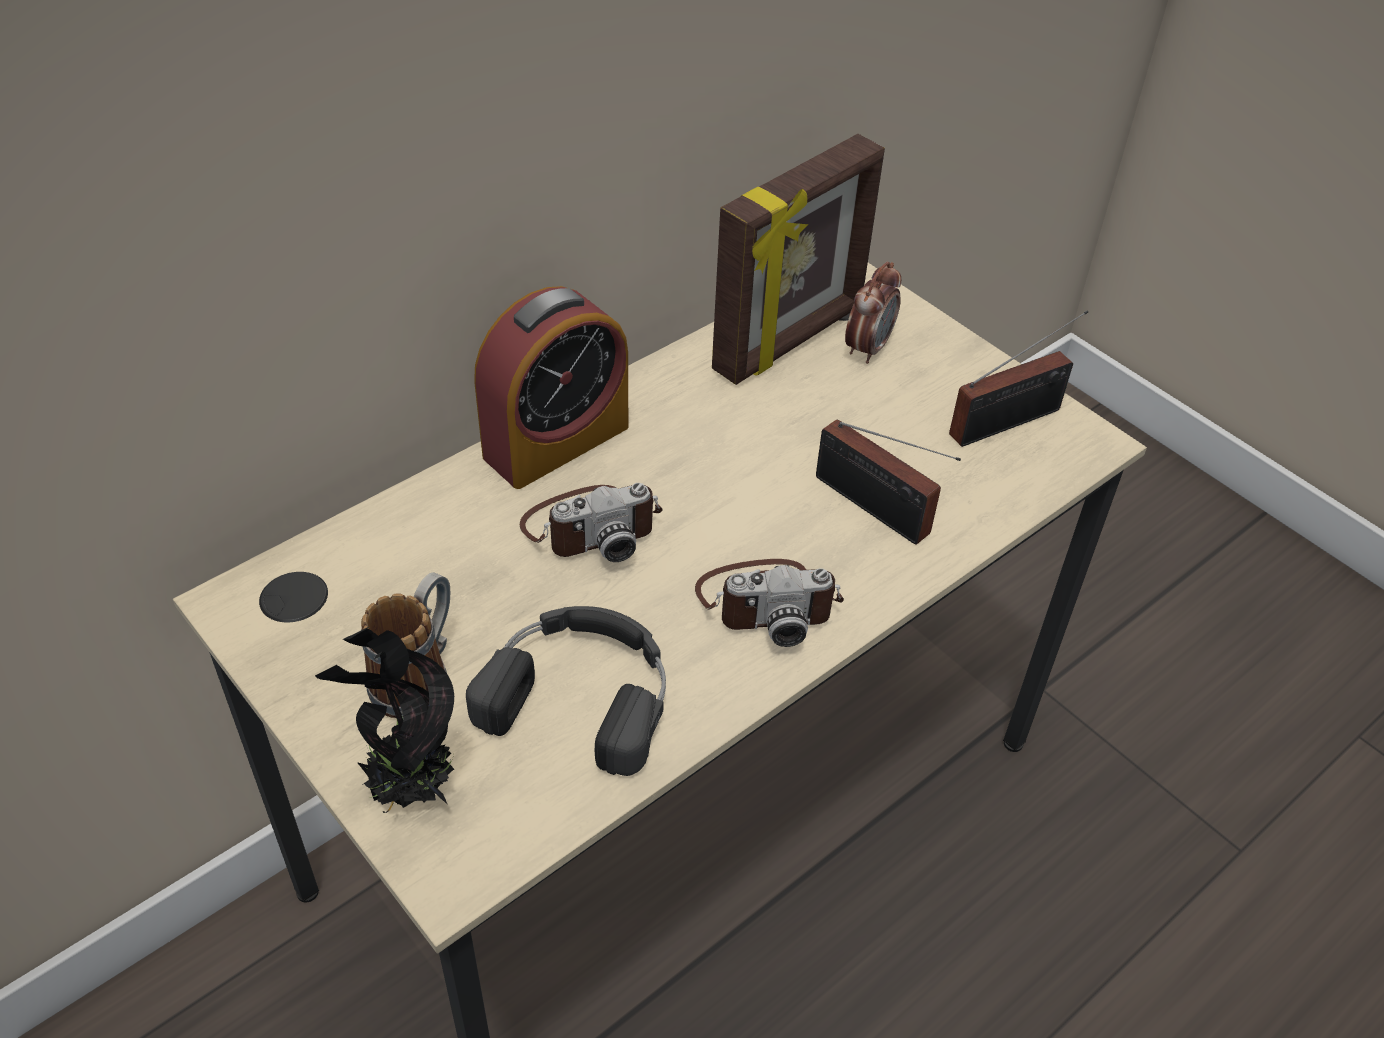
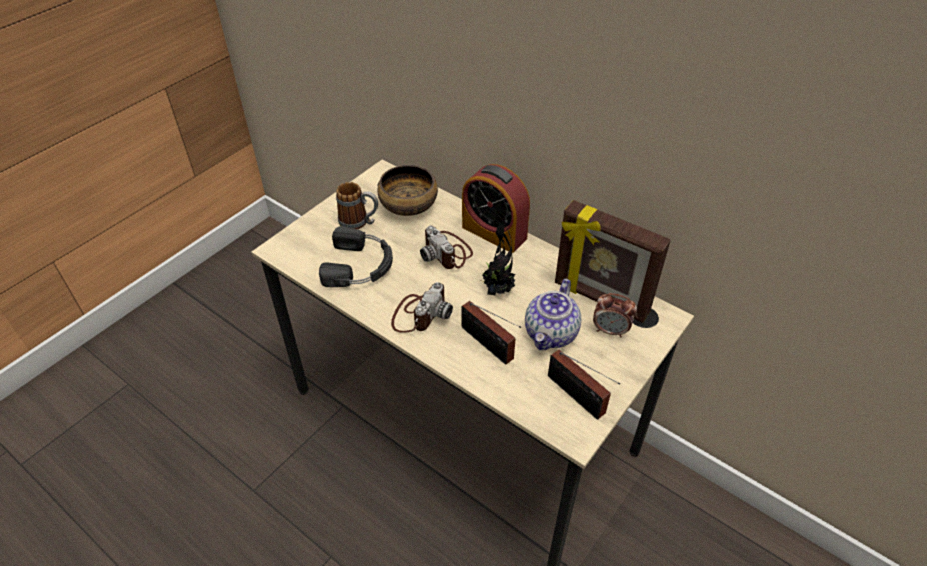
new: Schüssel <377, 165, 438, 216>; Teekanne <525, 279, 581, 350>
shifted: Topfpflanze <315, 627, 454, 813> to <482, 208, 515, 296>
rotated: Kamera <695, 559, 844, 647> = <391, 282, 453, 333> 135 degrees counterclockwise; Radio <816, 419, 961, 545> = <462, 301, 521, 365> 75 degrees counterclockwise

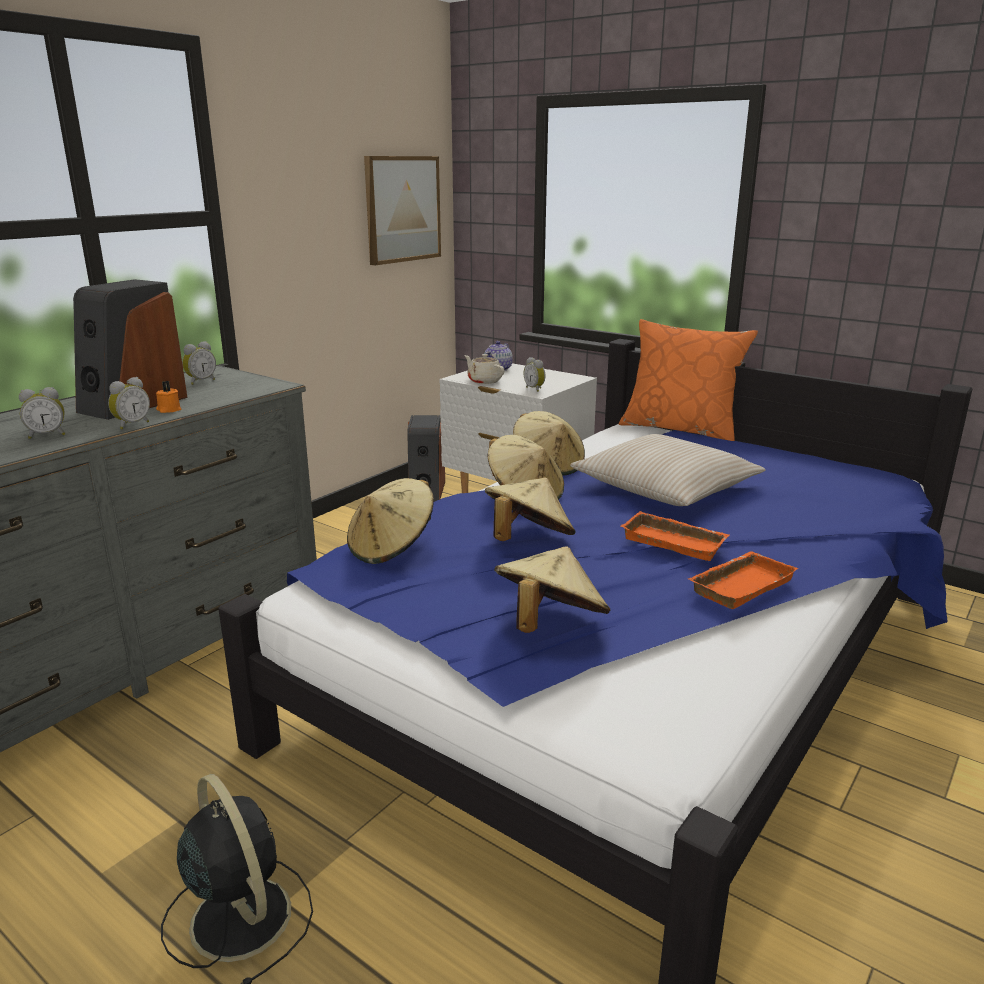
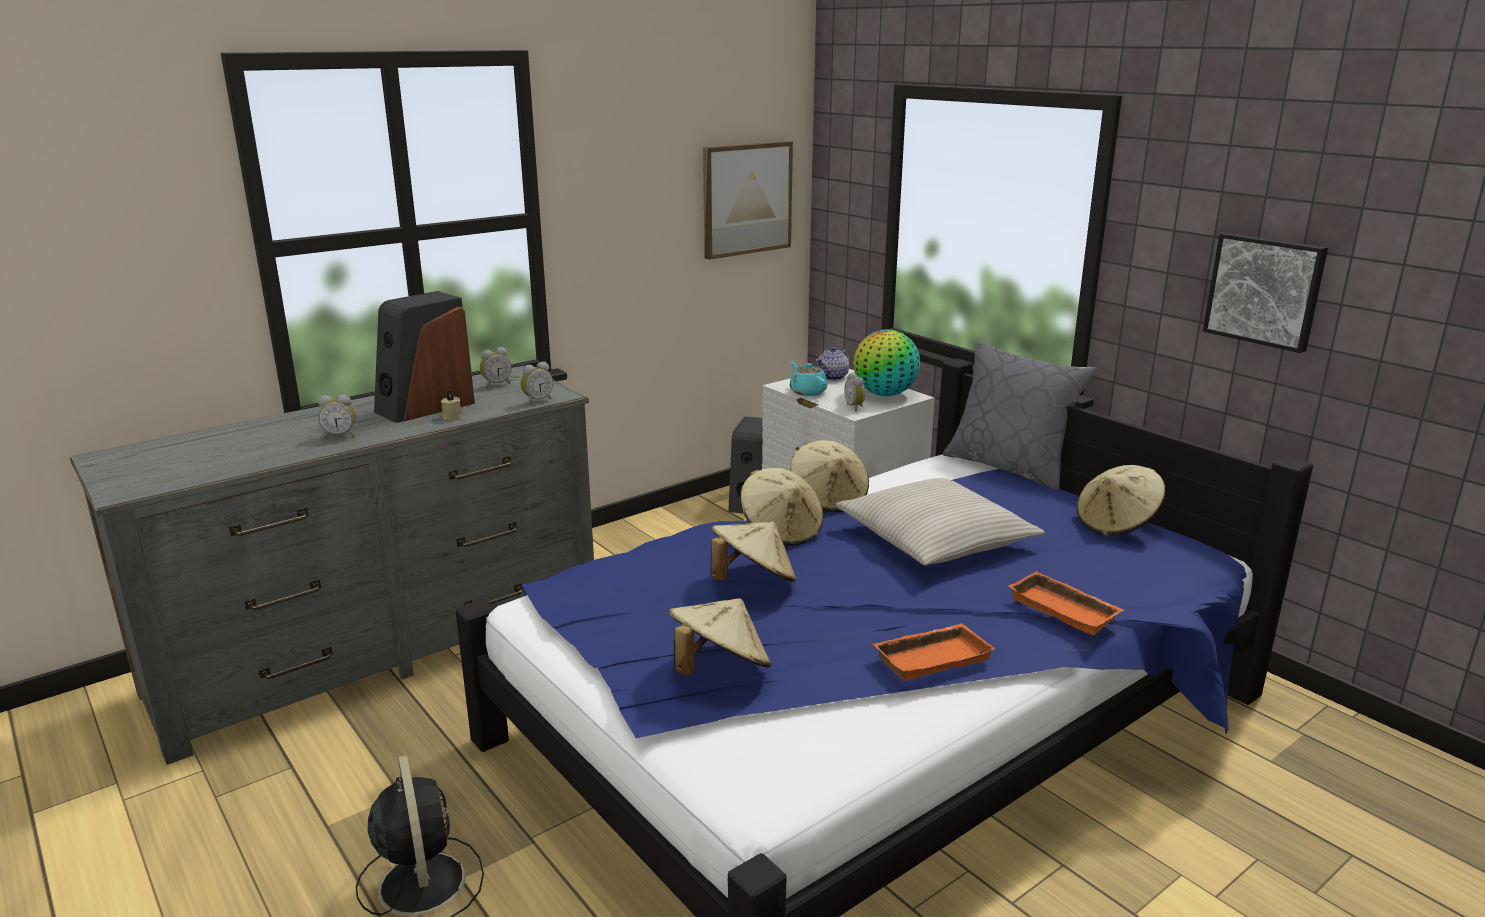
new: Globus <853, 329, 920, 396>; Bild <1203, 233, 1328, 353>
shifted: Wecker <108, 377, 150, 429> to <521, 361, 553, 405>; Tablett (orange) <620, 511, 730, 561> to <1009, 571, 1124, 635>; Hut (beige) <347, 478, 434, 564> to <1077, 465, 1165, 537>
repainted: Kerze (orange) <156, 381, 182, 413> to Kerze (beige) <441, 391, 462, 420>; Teekanne (beige) <464, 354, 505, 384> to Teekanne (türkis) <790, 362, 827, 396>; Kissen (orange) <619, 319, 758, 441> to Kissen (grau) <943, 341, 1097, 490>

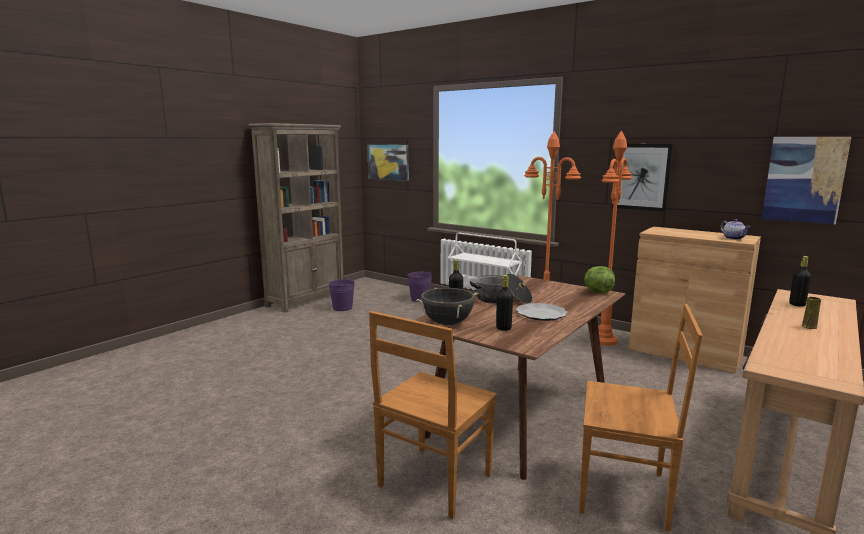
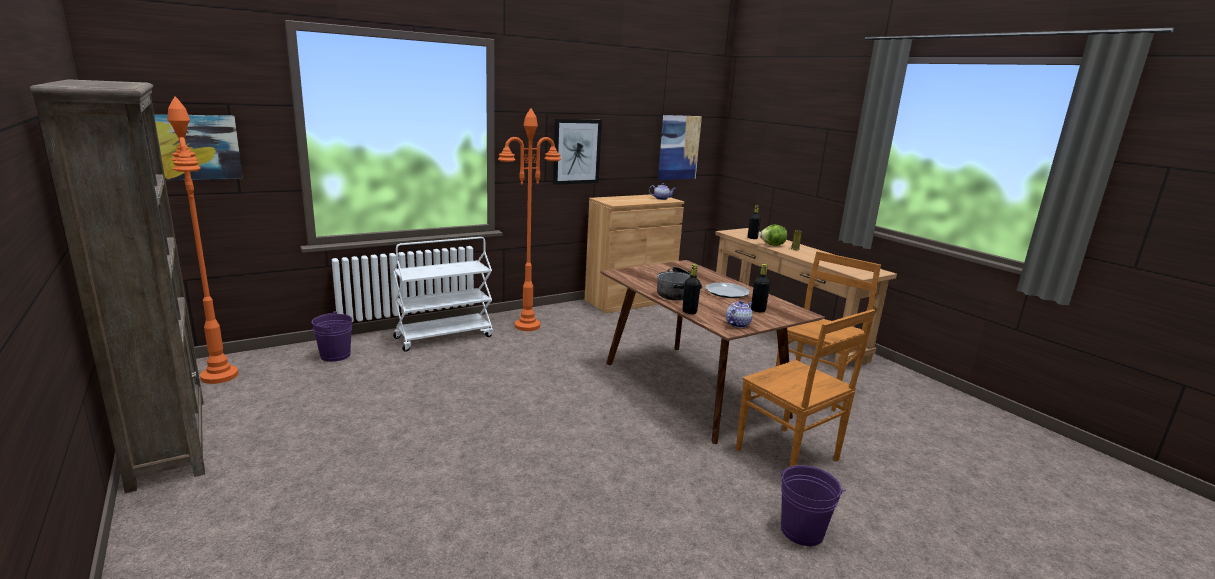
shifted: Stehlampe (orange) <599, 131, 633, 346> to <167, 96, 238, 384>; Salatkopf <584, 266, 615, 293> to <759, 225, 787, 246>; Eimer (lila) <329, 277, 355, 311> to <780, 465, 846, 546>
swapped: Kochtopf (schwarz) <416, 288, 478, 325> to Teekanne <726, 300, 753, 328>

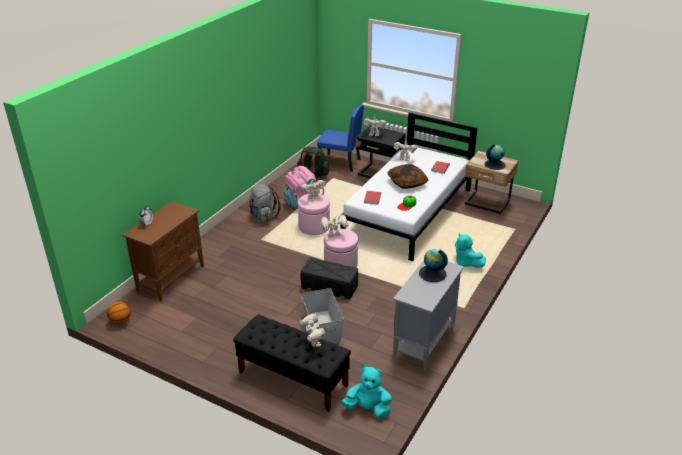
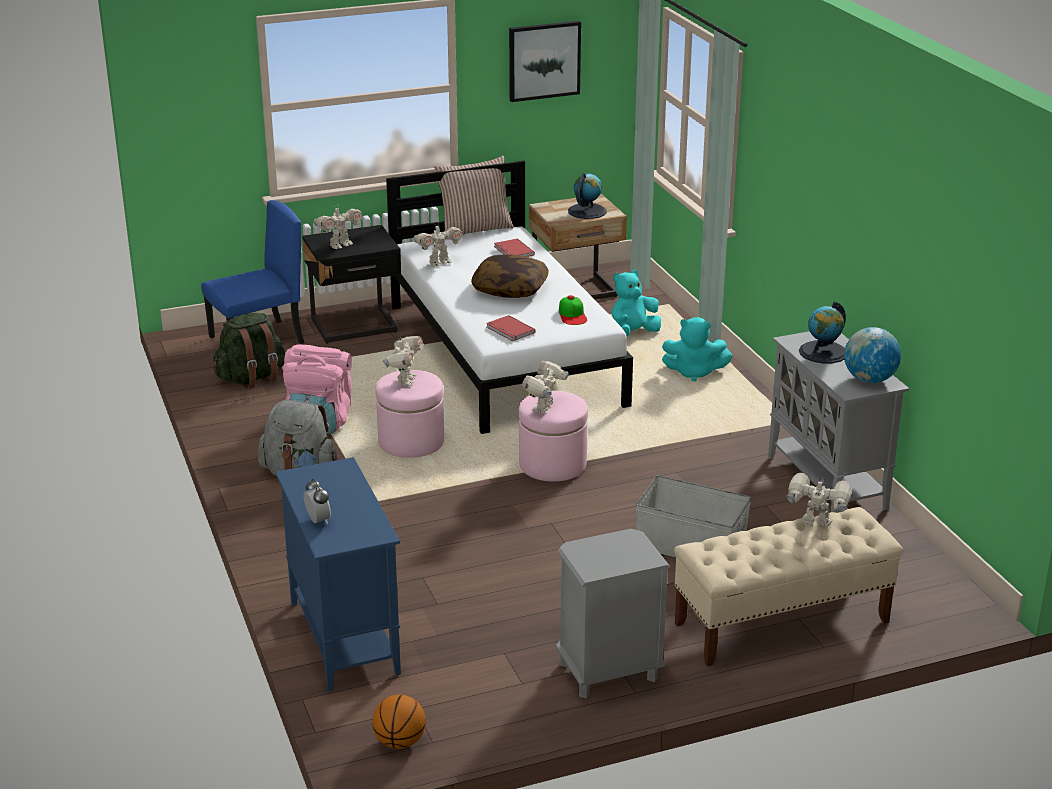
gone: Aufbewahrungsbox (schwarz) <301, 258, 358, 299>
new: Kissen <434, 156, 514, 235>; Bild <509, 21, 581, 102>; Nachttisch (grau) <556, 529, 671, 699>; Globus <844, 327, 901, 383>
shifted: Plüschtier (türkis) <341, 365, 392, 419> to <611, 270, 661, 336>
repainted: Schrank (braun) <122, 201, 204, 301> to Schrank (blau) <276, 457, 401, 691>; Bank (schwarz) <233, 314, 351, 412> to Bank (beige) <674, 507, 903, 667>

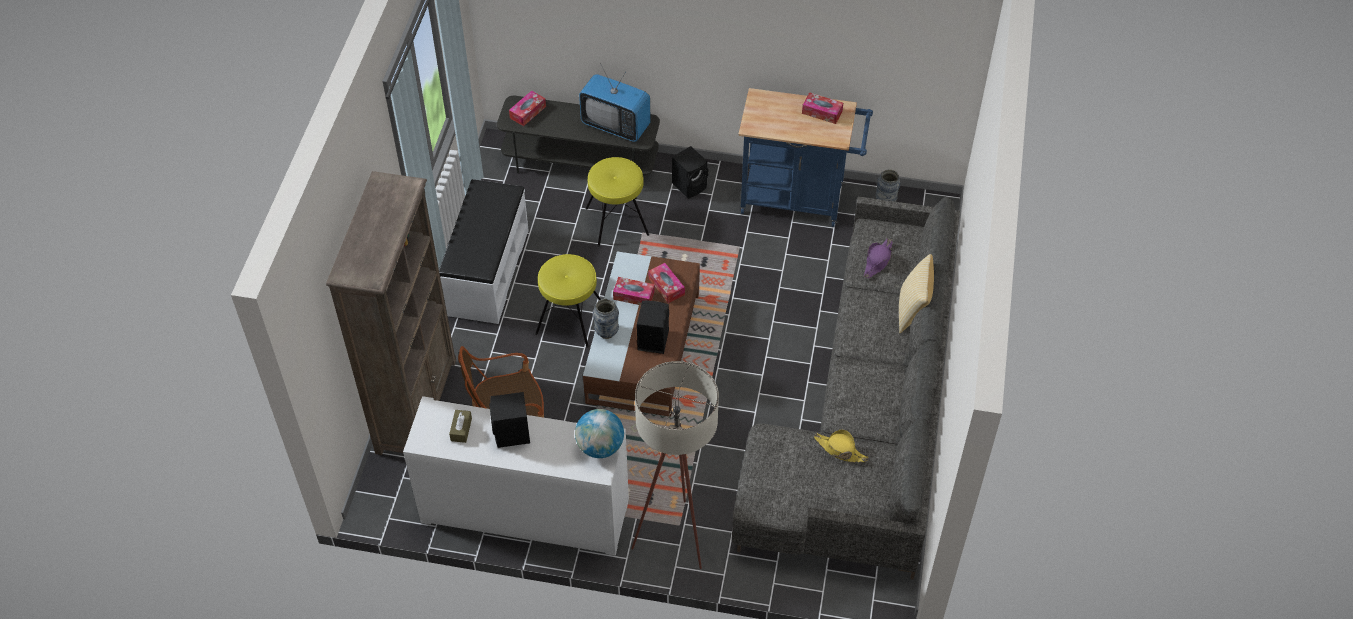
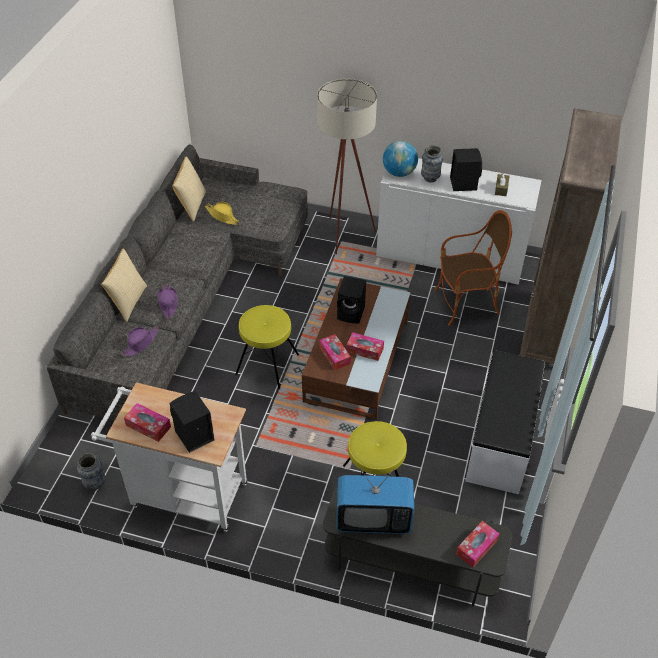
new: Hut (lila) <157, 283, 178, 320>; Kissen <172, 157, 206, 222>
shifted: Lautsprecher (schwarz) <672, 146, 709, 199> to <170, 391, 214, 453>; Hocker (gelb) <535, 254, 601, 348> to <235, 305, 299, 389>; Vase <593, 298, 619, 339> to <421, 145, 443, 183>
repainted: Rollwagen (blau) <738, 88, 873, 227> to Rollwagen (weiß) <91, 383, 247, 532>
rotated: Fernseher <579, 63, 651, 142> = <336, 468, 414, 534> 150 degrees clockwise

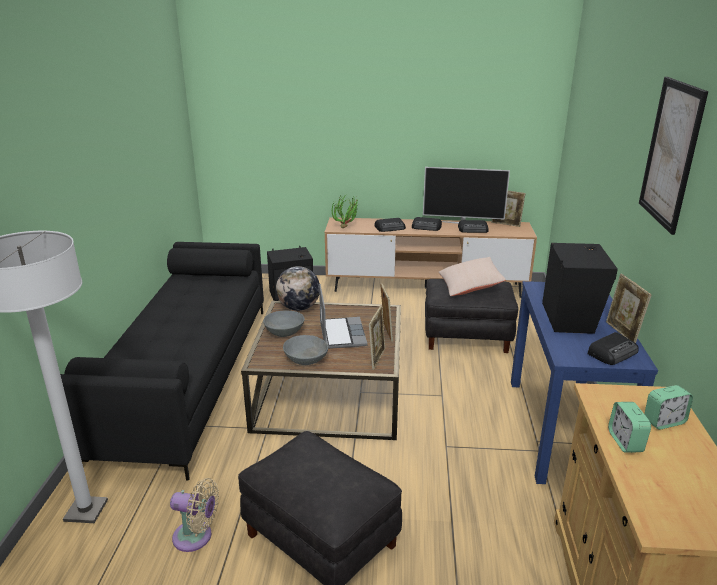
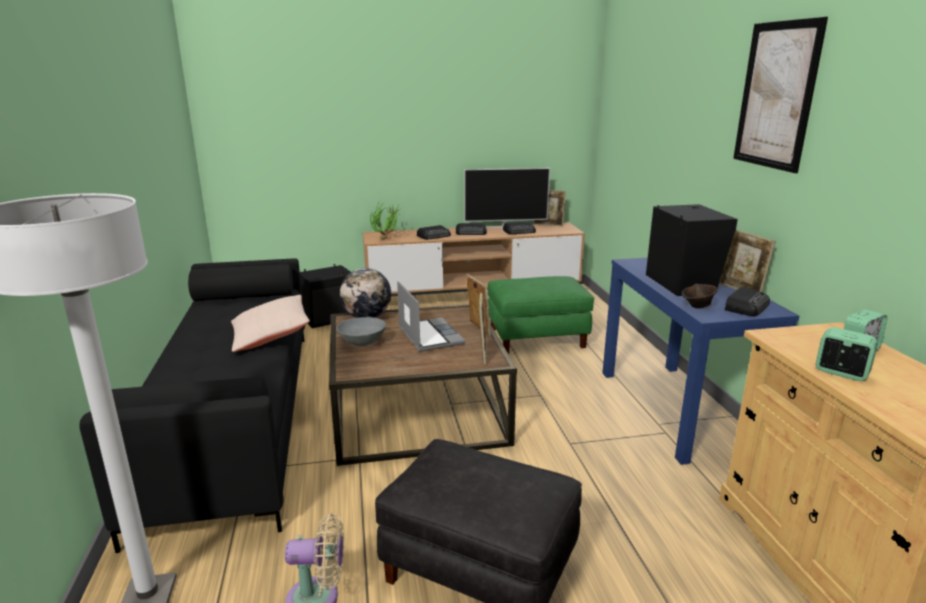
gone: Schüssel (grau) <283, 335, 328, 365>
new: Schüssel (braun) <682, 284, 717, 308>
shifted: Kissen (beige) <439, 257, 506, 296> to <231, 295, 310, 352>
repainted: Polsterhocker (schwarz) <425, 279, 518, 353> to Polsterhocker (grün) <488, 276, 594, 354>
rotated: Wecker <608, 402, 651, 453> = <816, 327, 878, 381> 150 degrees clockwise

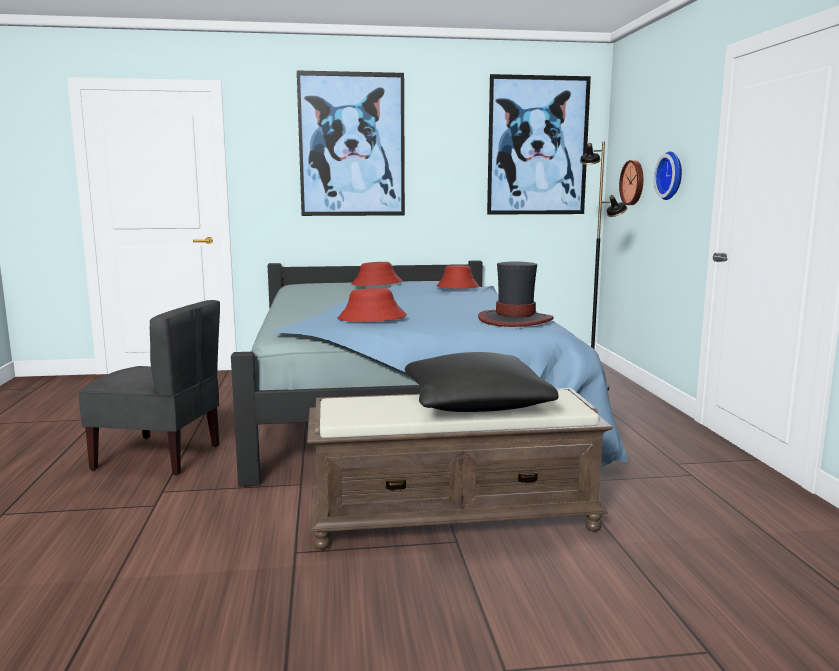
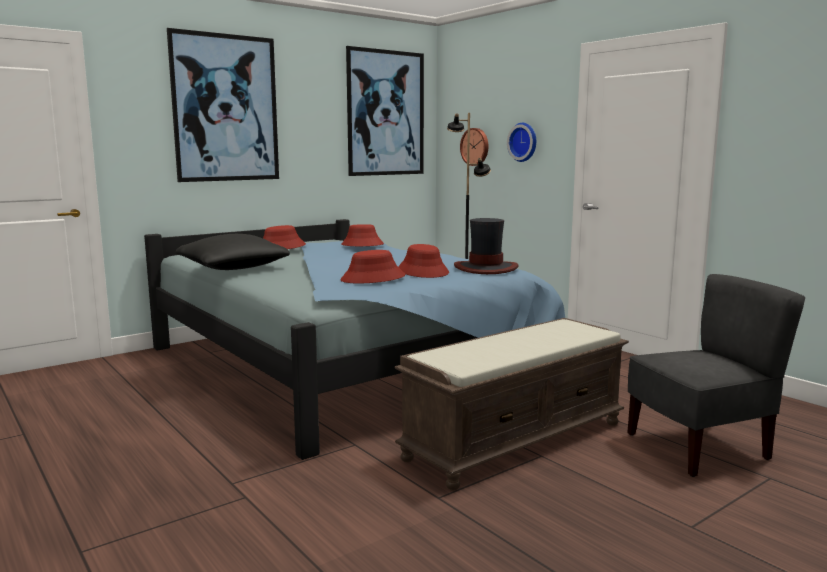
new: Hut (rot) <398, 244, 449, 278>
shifted: Kissen (schwarz) <405, 352, 559, 412> to <176, 234, 290, 270>; Stuhl (grau) <78, 300, 220, 476> to <627, 274, 805, 477>

